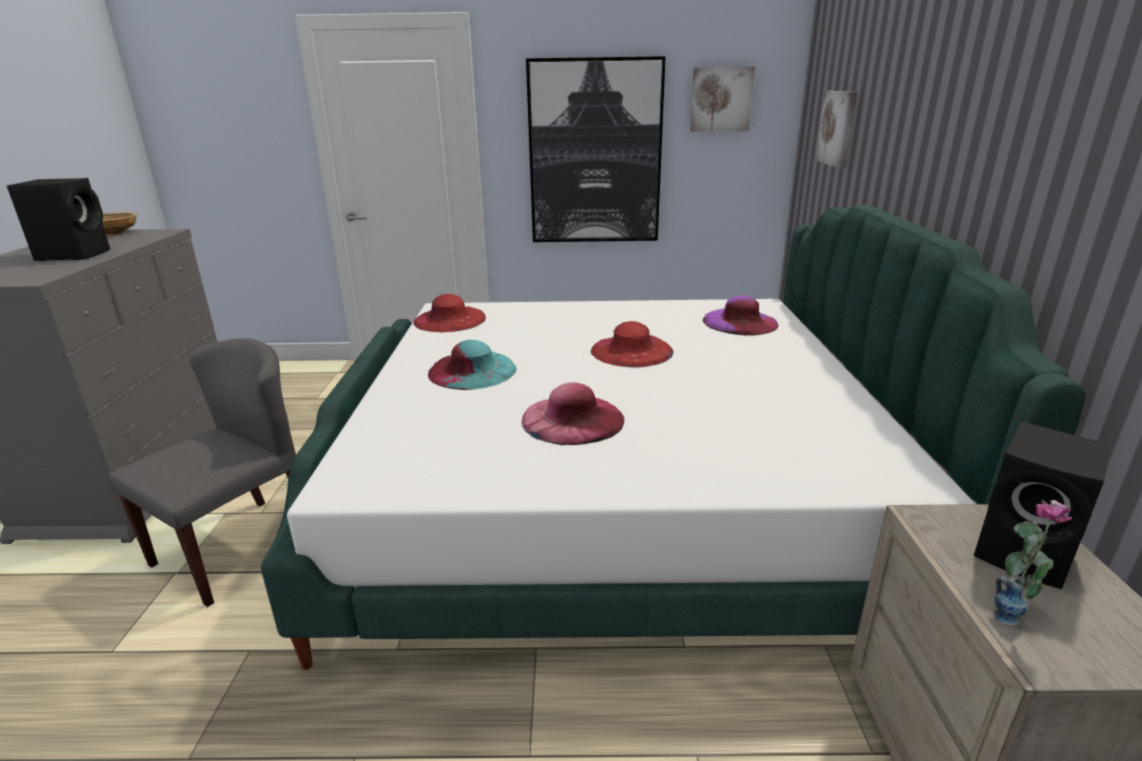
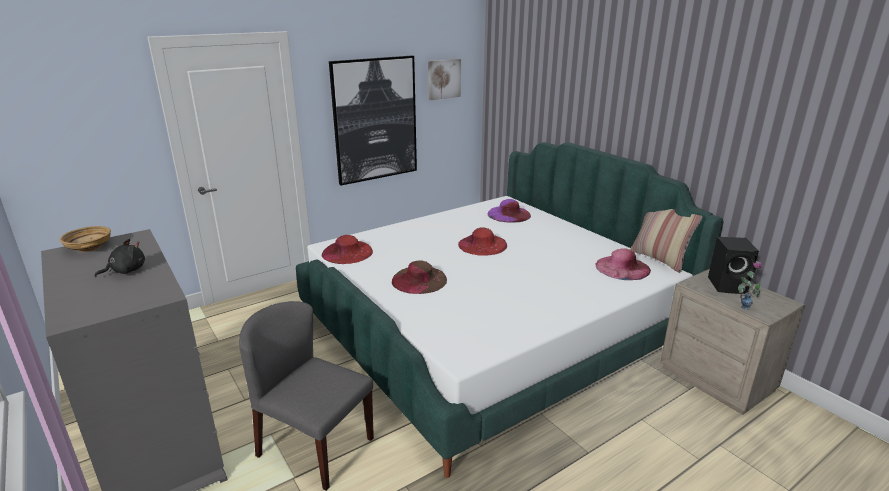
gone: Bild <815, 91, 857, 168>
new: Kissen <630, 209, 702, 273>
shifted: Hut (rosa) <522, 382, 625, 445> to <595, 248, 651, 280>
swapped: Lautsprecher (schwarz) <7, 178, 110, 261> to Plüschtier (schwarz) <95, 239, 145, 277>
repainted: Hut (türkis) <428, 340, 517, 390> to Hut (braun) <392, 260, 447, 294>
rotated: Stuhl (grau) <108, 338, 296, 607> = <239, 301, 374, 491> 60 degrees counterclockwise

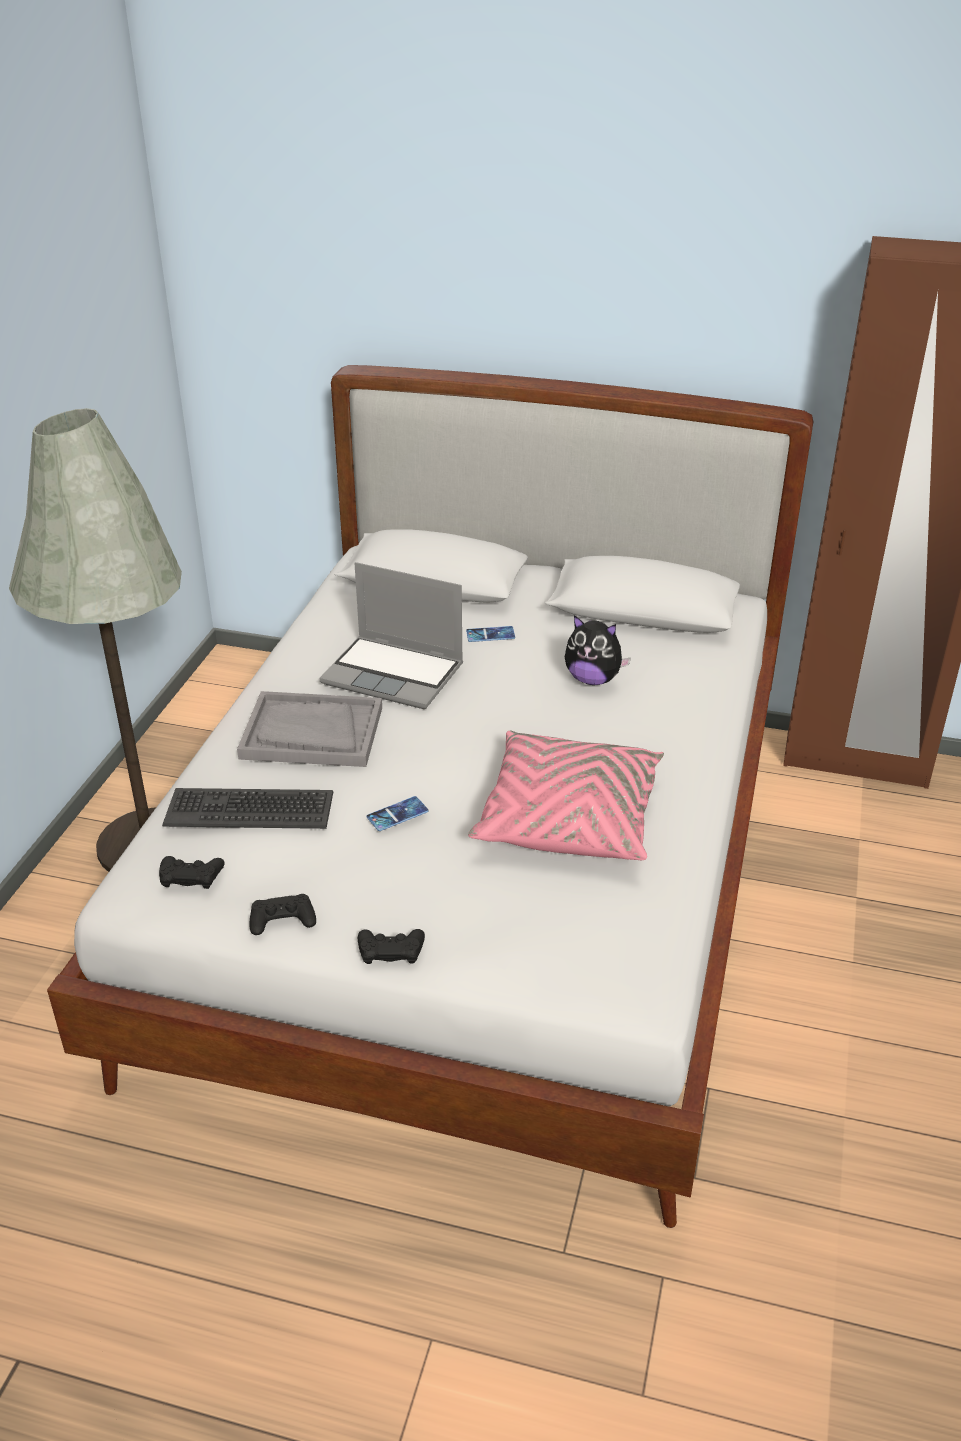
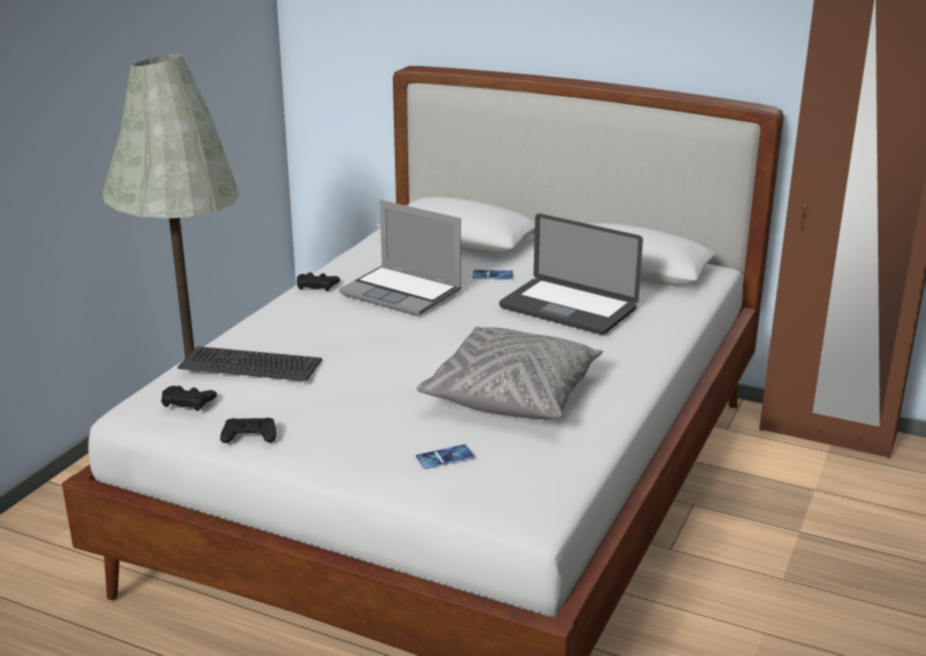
gone: Tablett (grau) <237, 691, 382, 767>
shifted: Gamepad (schwarz) <358, 929, 425, 964> to <297, 272, 340, 291>; Handy <367, 796, 428, 831> to <416, 444, 474, 469>
swapped: Plüschtier <565, 615, 631, 685> to Laptop <499, 213, 643, 335>
repainted: Kissen (rosa) <468, 731, 664, 860> to Kissen (grau) <416, 327, 603, 419>

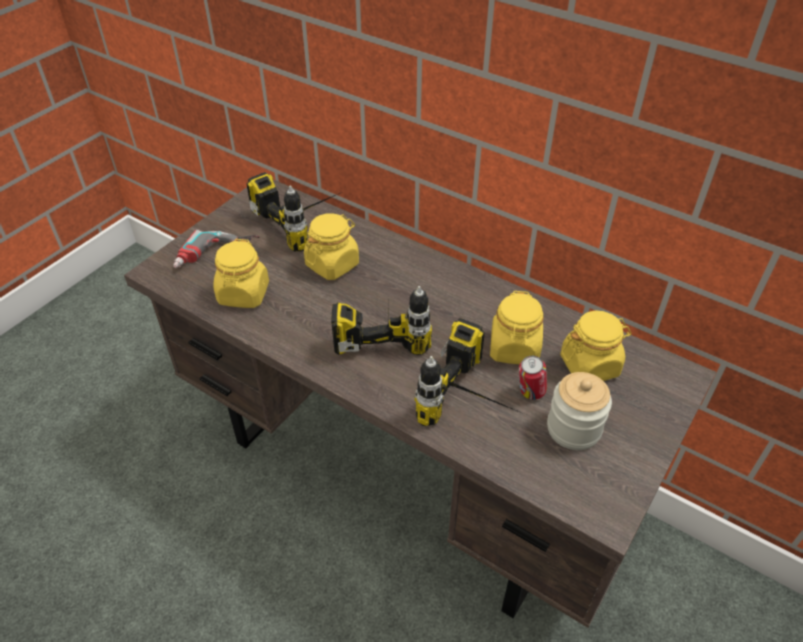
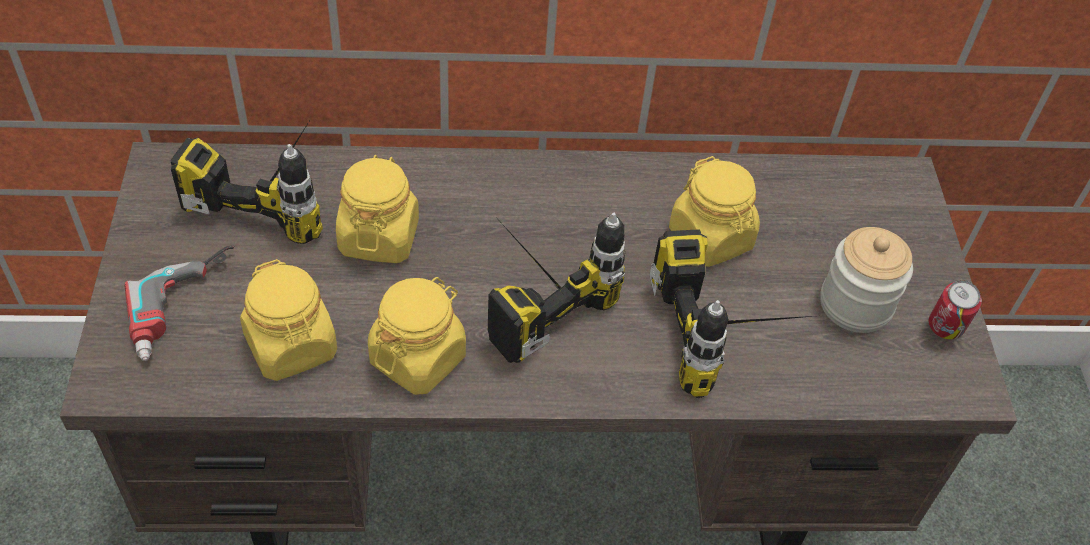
shifted: Vorratsglas (gelb) <560, 311, 632, 381> to <368, 277, 466, 395>; Dose <519, 356, 547, 400> to <929, 281, 982, 340>

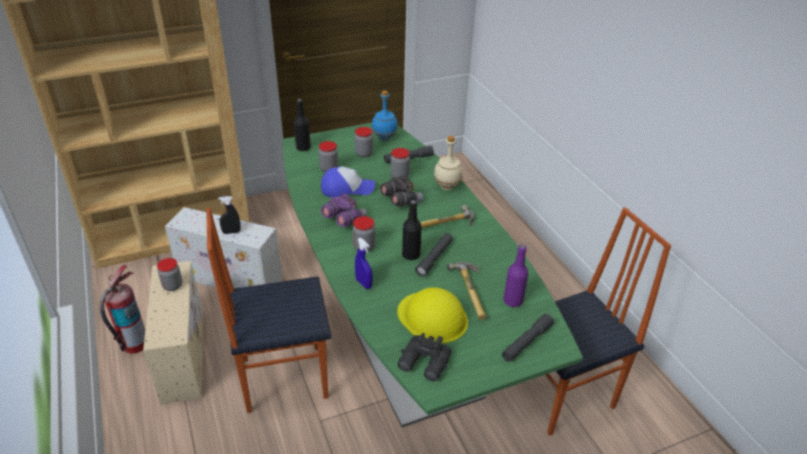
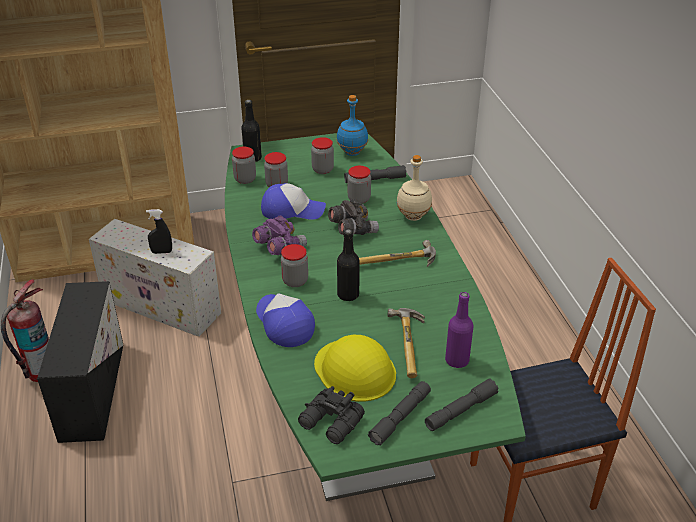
gone: Stuhl <206, 207, 331, 413>
shifted: Vorratsglas <157, 258, 182, 291> to <232, 147, 256, 184>; Taschenlampe (grau) <415, 233, 453, 277> to <368, 381, 431, 446>
swapped: Sprühflasche (blau) <355, 238, 372, 289> to Kappe <256, 293, 315, 347>
repainted: Aufbewahrungsbox (beige) <143, 261, 203, 404> to Aufbewahrungsbox (schwarz) <37, 281, 123, 443>

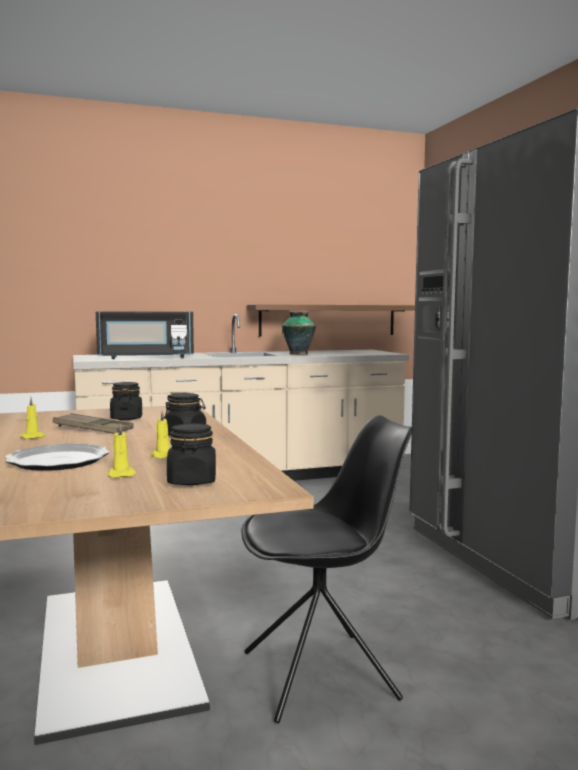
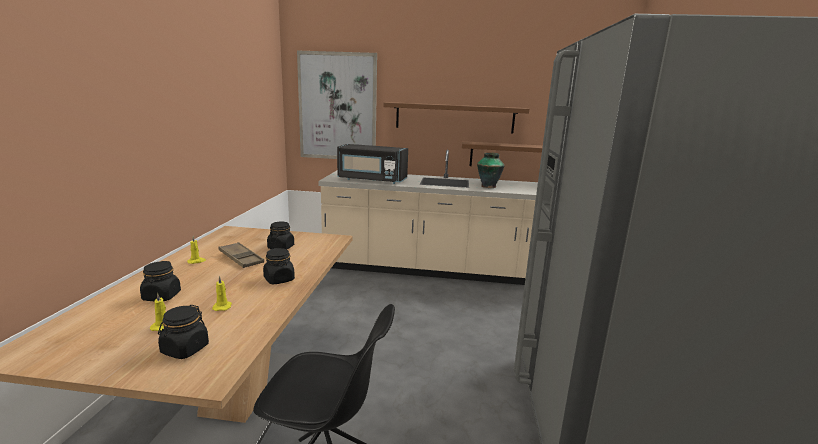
new: Bild <297, 51, 377, 159>; Wandregal (braun) <383, 102, 529, 134>
swapped: Teller <5, 443, 110, 471> to Vorratsglas (schwarz) <140, 261, 181, 301>

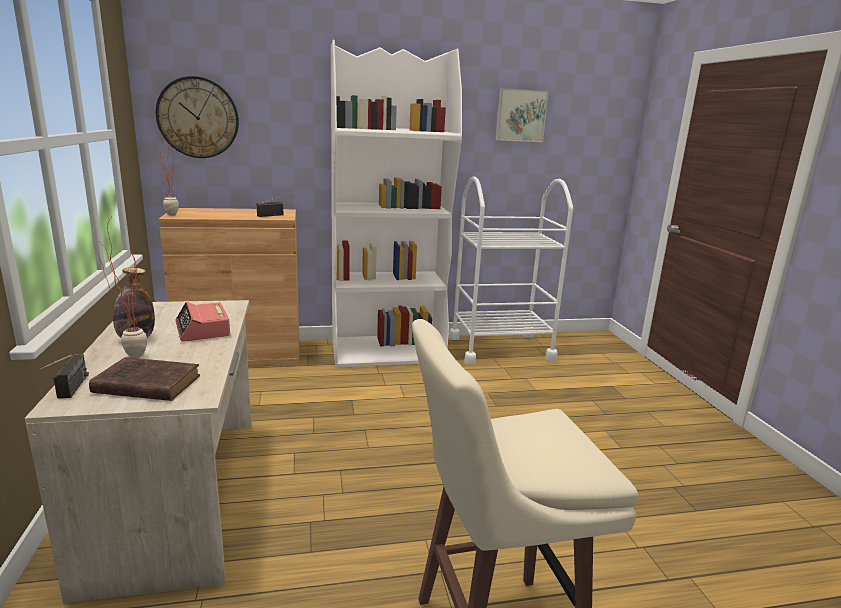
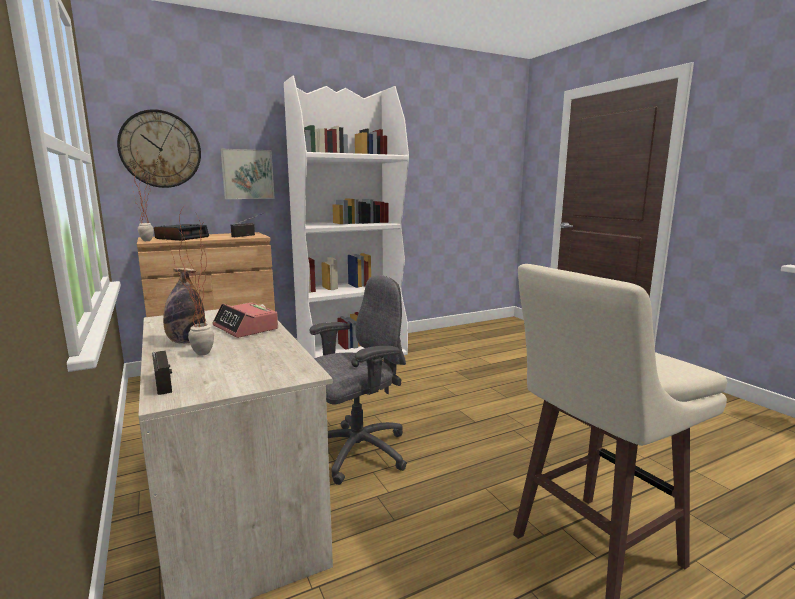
gone: Buch (braun) <89, 357, 200, 401>; Rollwagen (weiß) <449, 177, 573, 365>
new: Wecker <154, 224, 209, 241>; Bürostuhl (grau) <310, 275, 407, 485>
shifted: Bild <495, 88, 549, 142> to <220, 149, 275, 199>

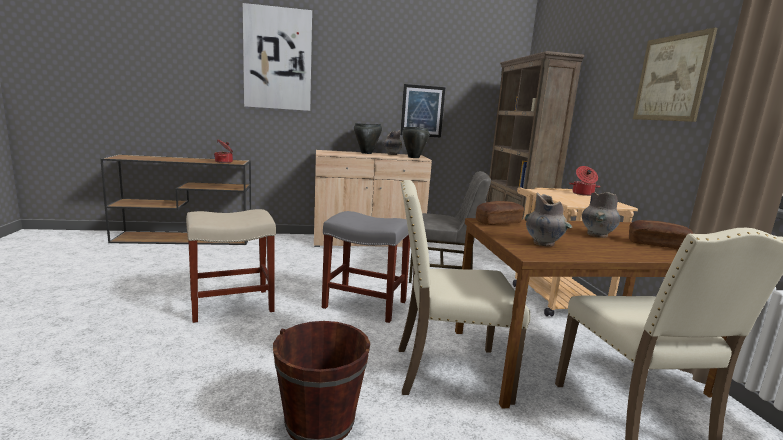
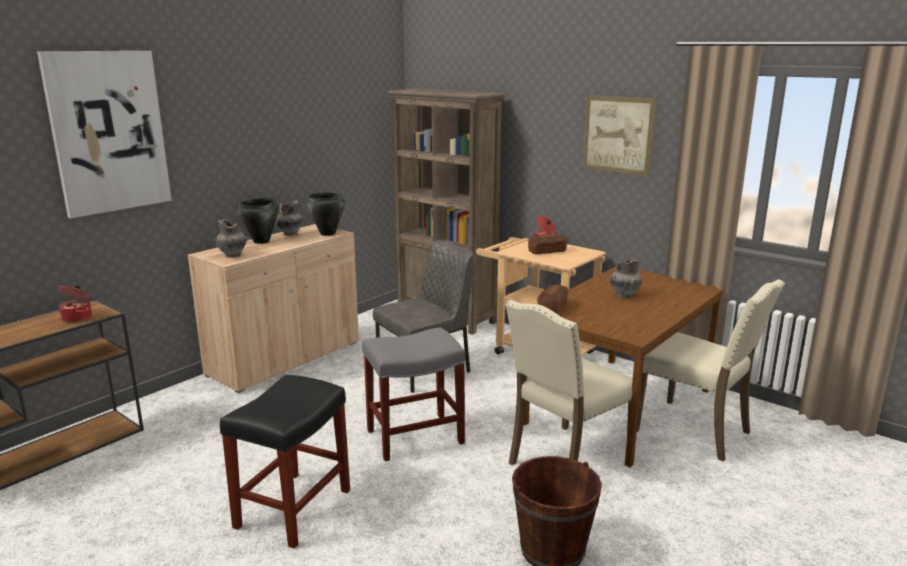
gone: Bild <400, 84, 445, 138>
shifted: Vase (grau) <525, 192, 572, 247> to <214, 219, 250, 258>; Brot <629, 220, 693, 250> to <528, 234, 567, 254>
repainted: Hocker (beige) <186, 209, 276, 323> to Hocker (schwarz) <220, 375, 350, 549>

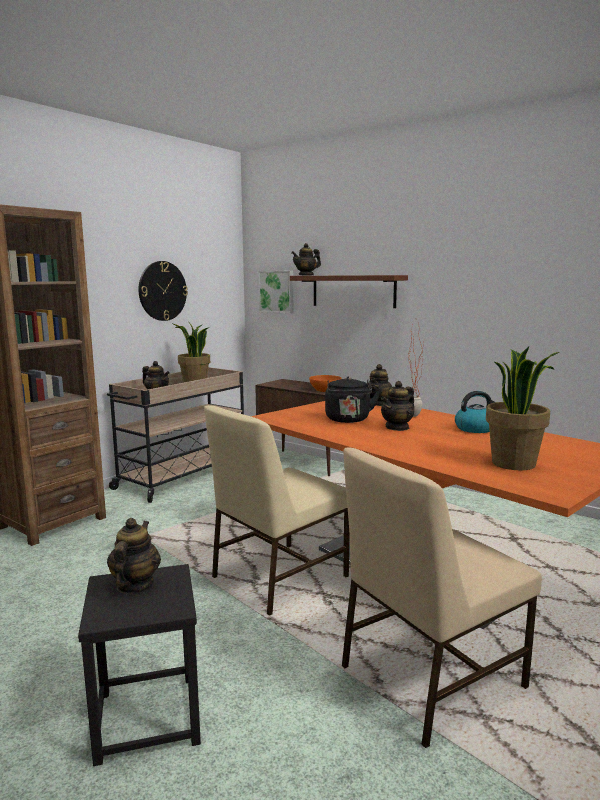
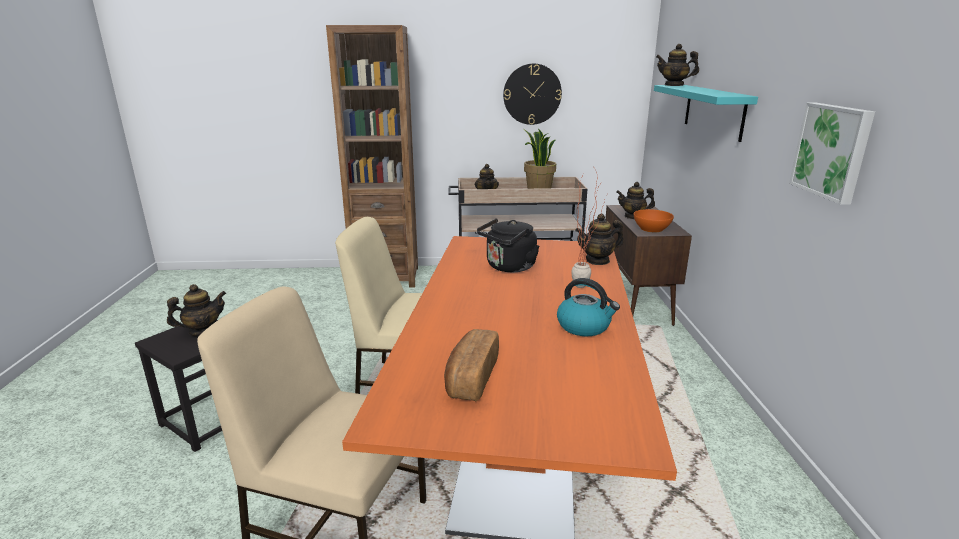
shifted: Teekanne <381, 381, 414, 431> to <616, 182, 655, 219>; Bild <258, 271, 293, 313> to <789, 103, 875, 205>
swapped: Topfpflanze <486, 347, 559, 470> to Brot <444, 329, 499, 401>
repainted: Wandregal (braun) <290, 275, 408, 308> to Wandregal (türkis) <654, 85, 758, 142>

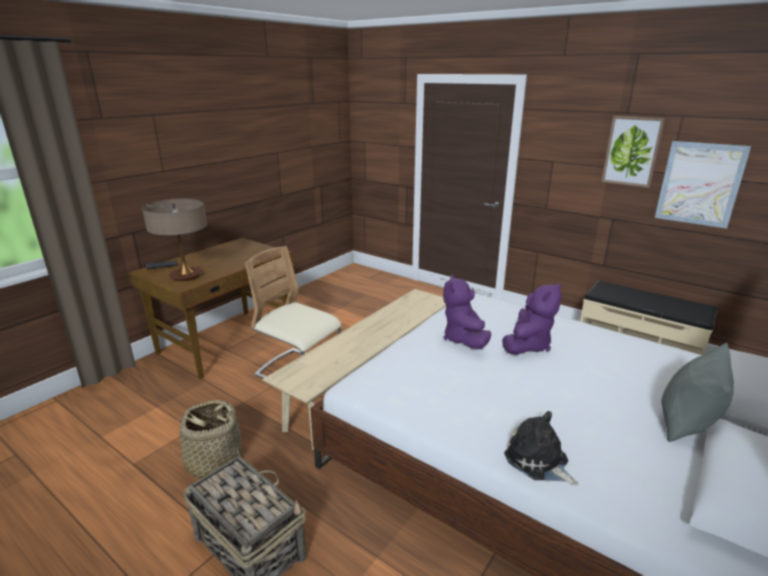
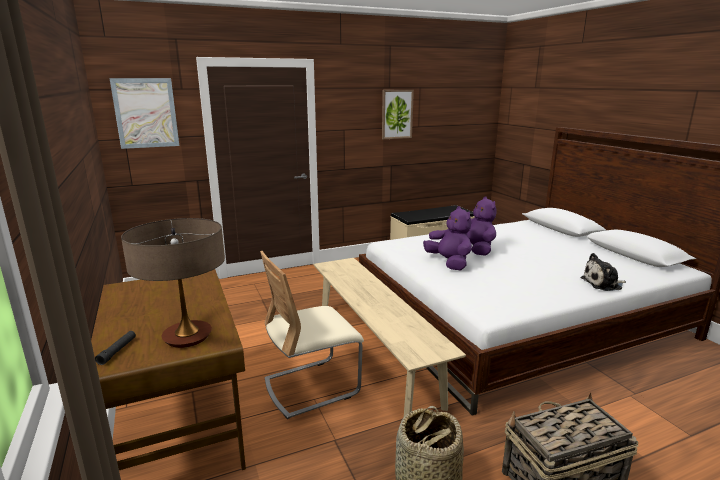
gone: Kissen (grau) <662, 342, 734, 442>
shifted: Bild <655, 141, 751, 229> to <109, 78, 179, 149>
rotated: Plüschtier (lila) <443, 274, 491, 349> = <423, 206, 472, 270> 150 degrees counterclockwise

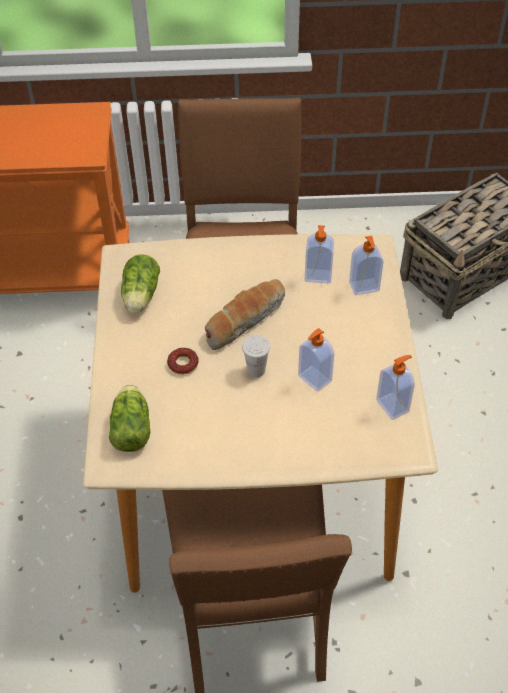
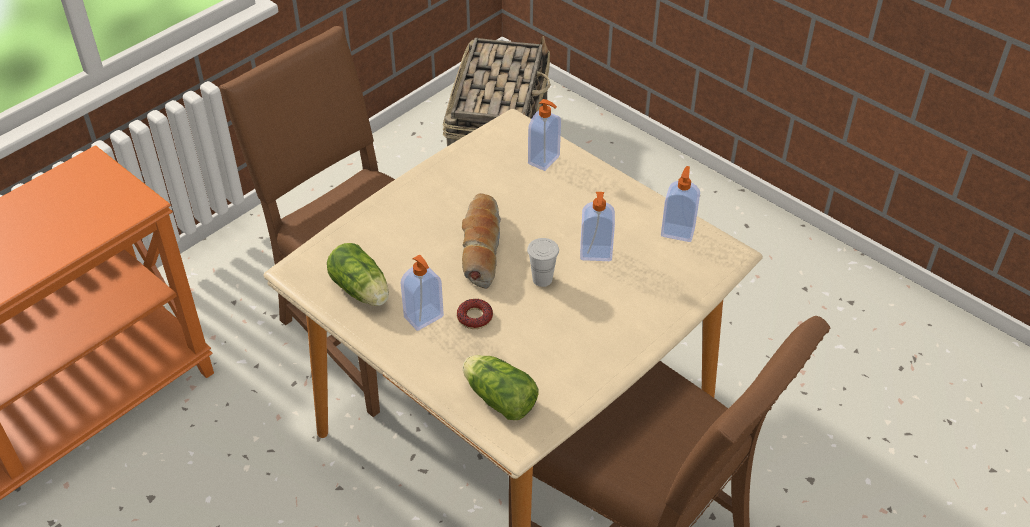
shifted: Seifenspender <305, 225, 334, 284> to <401, 254, 444, 331>

